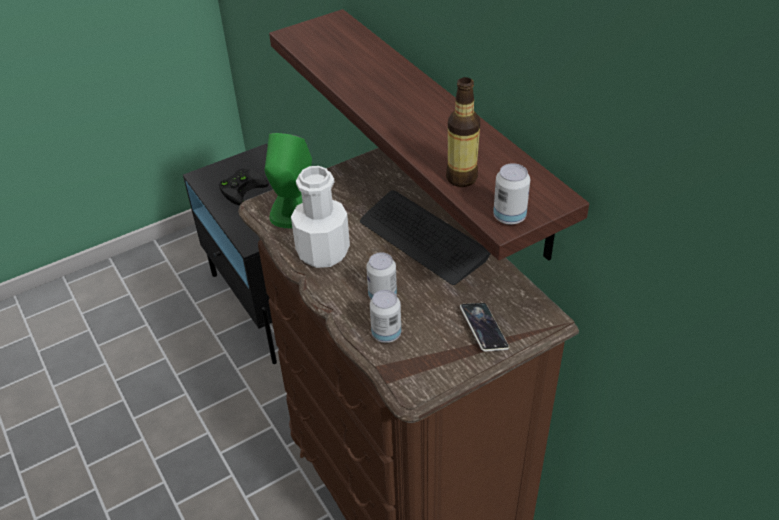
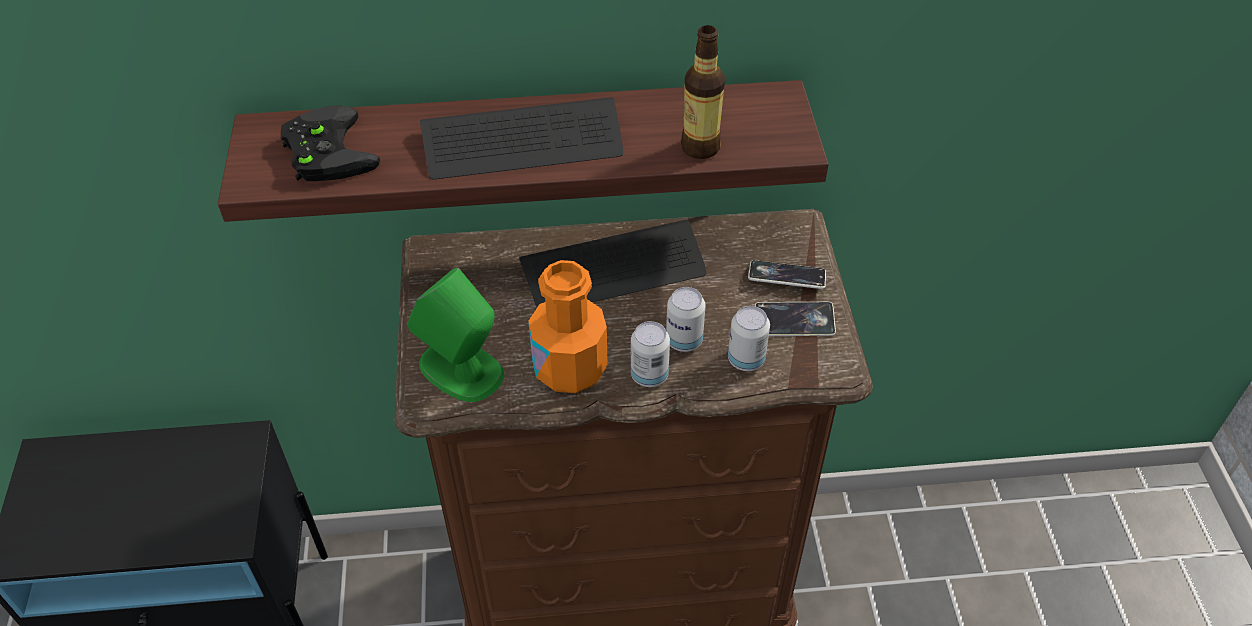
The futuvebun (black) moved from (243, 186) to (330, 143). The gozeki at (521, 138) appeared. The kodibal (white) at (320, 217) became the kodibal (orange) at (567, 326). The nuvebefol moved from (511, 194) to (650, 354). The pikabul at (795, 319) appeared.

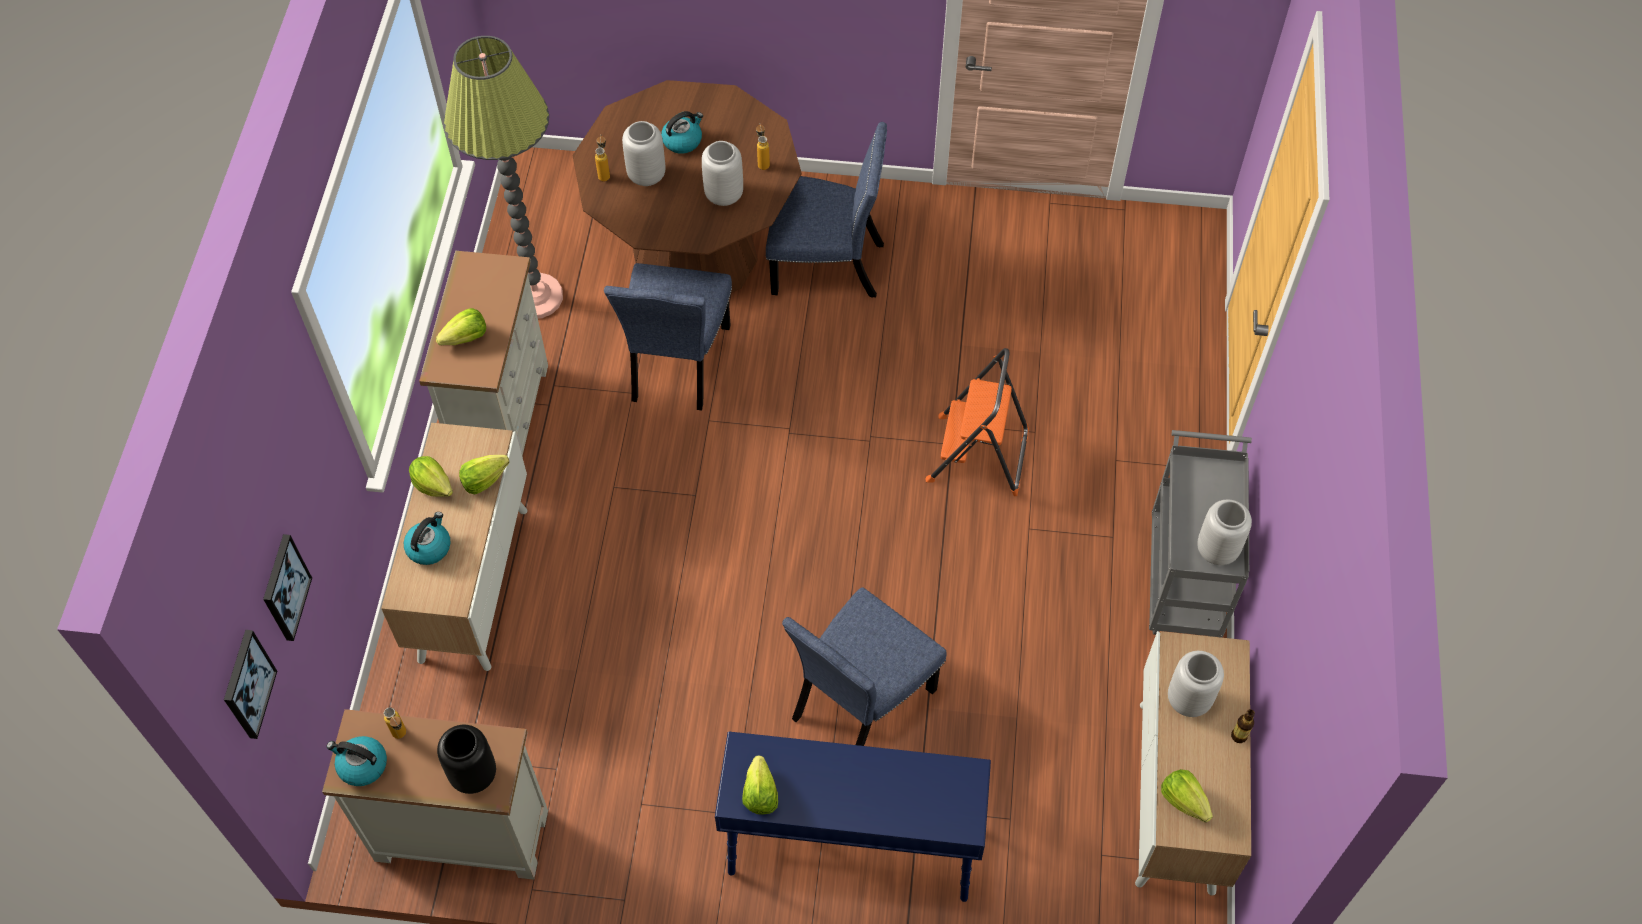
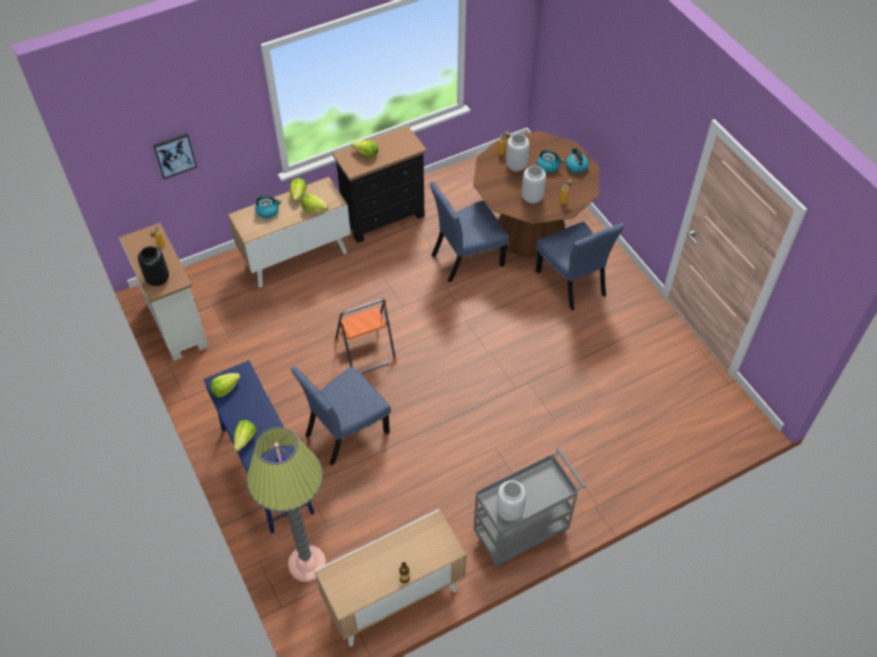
The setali moved from (1187, 795) to (245, 436). The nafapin moved from (503, 177) to (286, 504). The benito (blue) at (864, 666) turned 45 degrees counterclockwise. The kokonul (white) at (483, 353) became the kokonul (black) at (379, 184). The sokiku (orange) moved from (977, 422) to (365, 336). The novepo moved from (356, 761) to (577, 160). The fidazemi at (250, 684) disappeared. The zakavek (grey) at (1196, 684) disappeared.

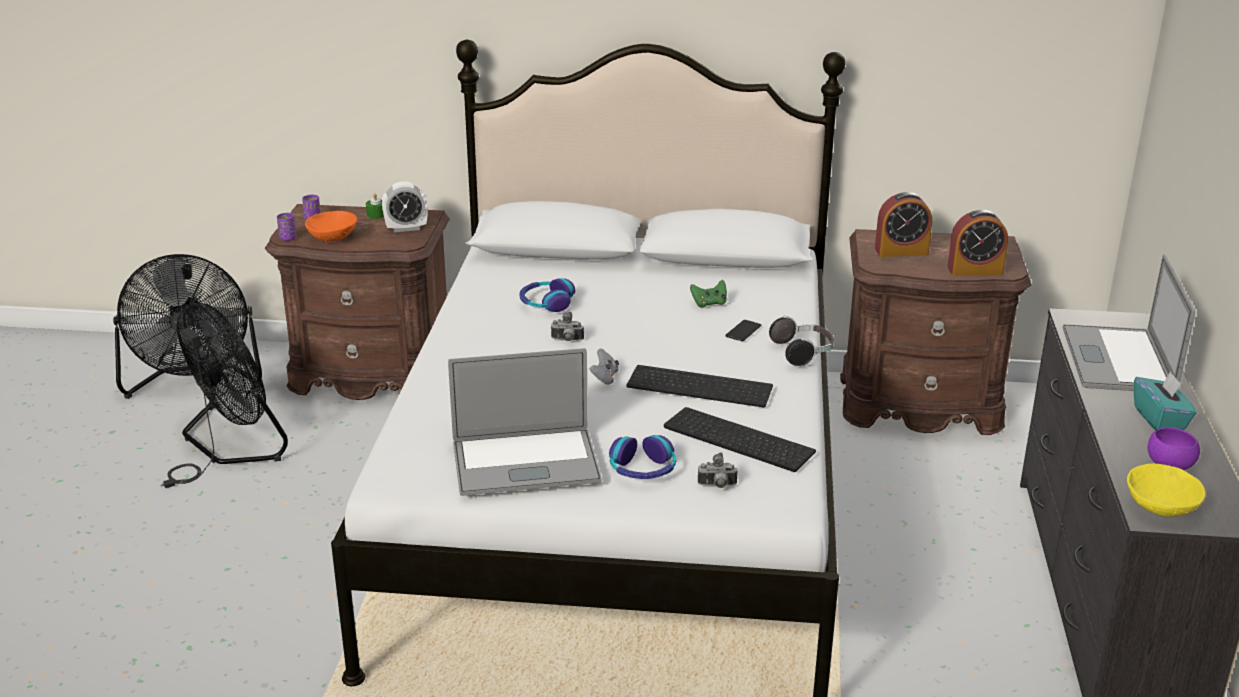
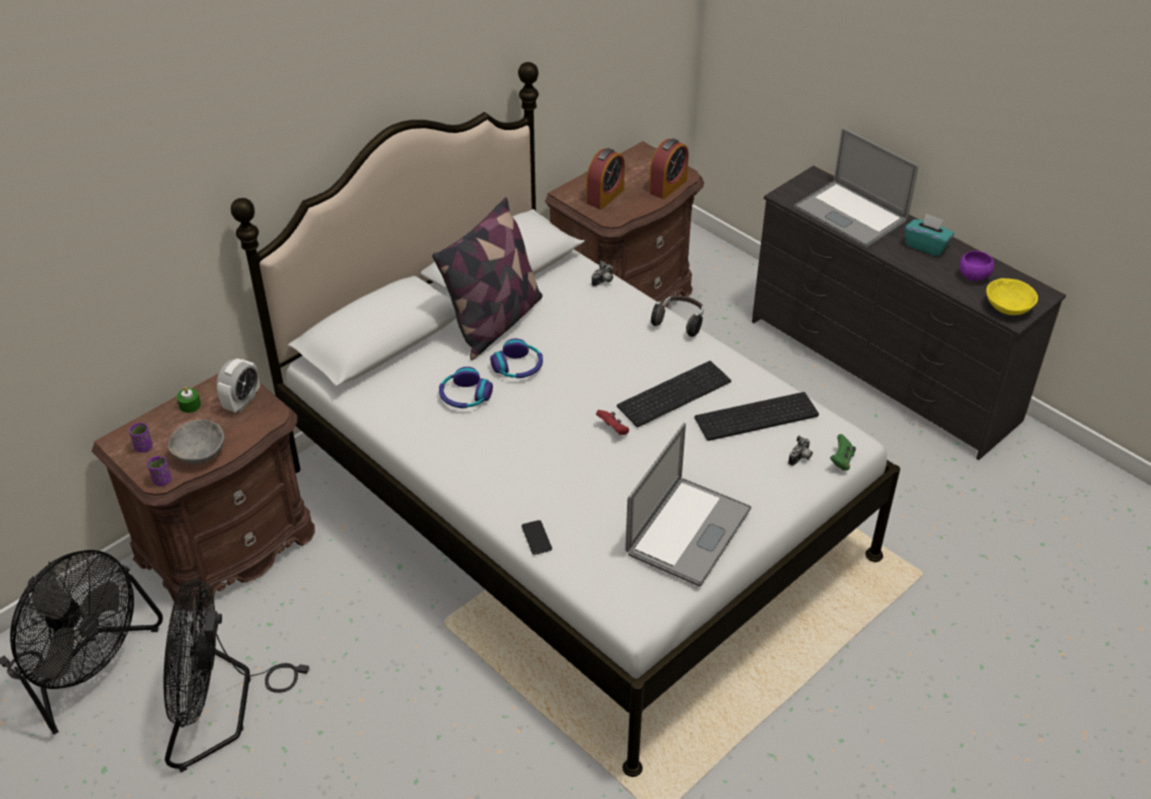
The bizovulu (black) at (224, 395) turned 90 degrees counterclockwise. The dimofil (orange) at (331, 226) became the dimofil (grey) at (196, 441). The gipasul at (487, 278) appeared. The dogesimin moved from (642, 457) to (516, 358). The pikabul moved from (743, 330) to (536, 537). The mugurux moved from (567, 326) to (602, 273). The futuvebun (grey) at (604, 367) became the futuvebun (red) at (612, 422). The futuvebun (green) moved from (708, 294) to (843, 452).

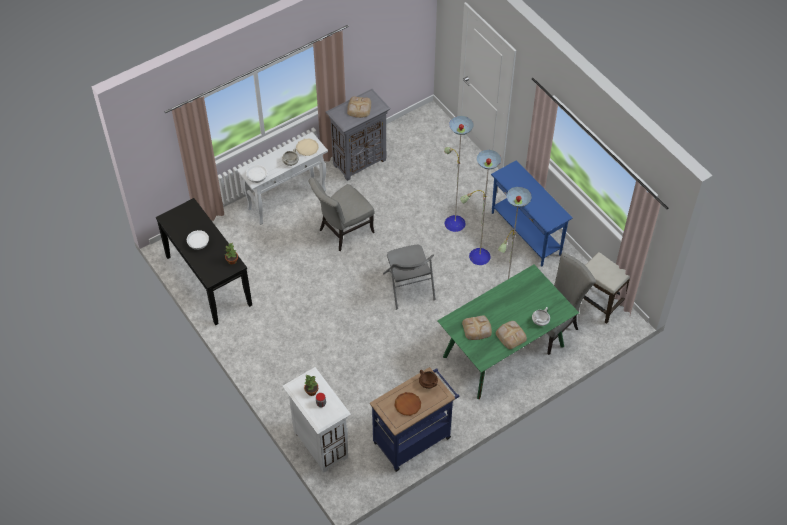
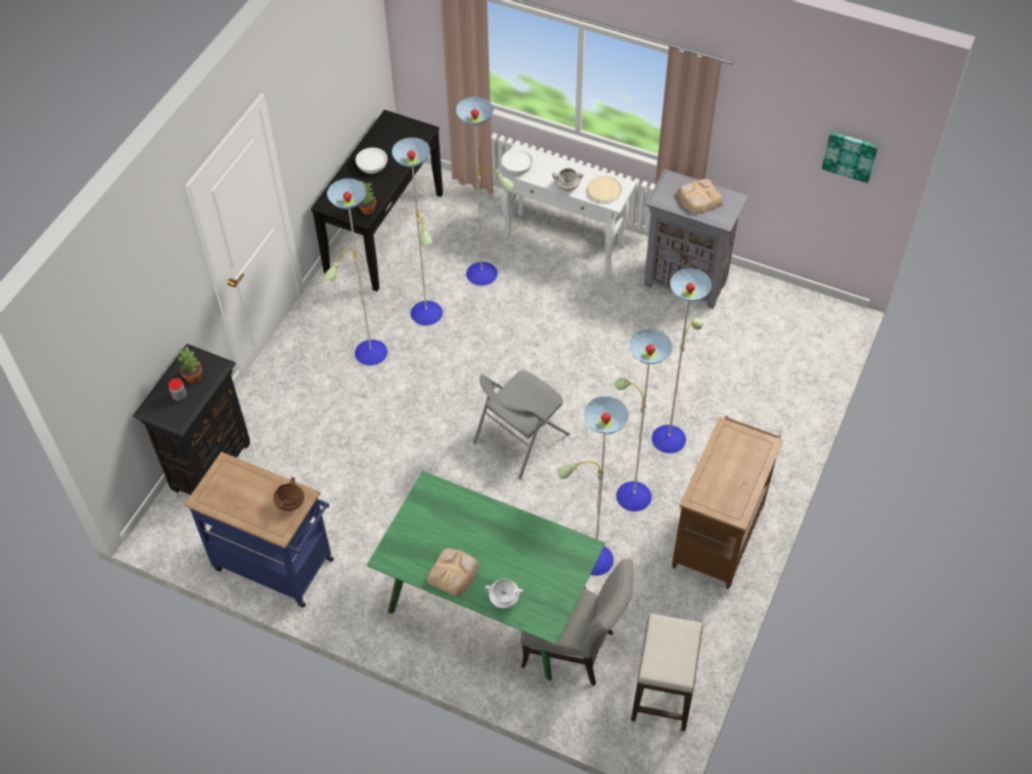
The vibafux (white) at (316, 420) became the vibafux (black) at (191, 419). The nafapin at (419, 231) appeared. The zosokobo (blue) at (532, 213) was replaced by the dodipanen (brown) at (727, 502). The fidazemi at (850, 157) appeared. The benito (grey) at (341, 214) disappeared. The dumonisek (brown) at (408, 404) disappeared. The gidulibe at (477, 327) disappeared.

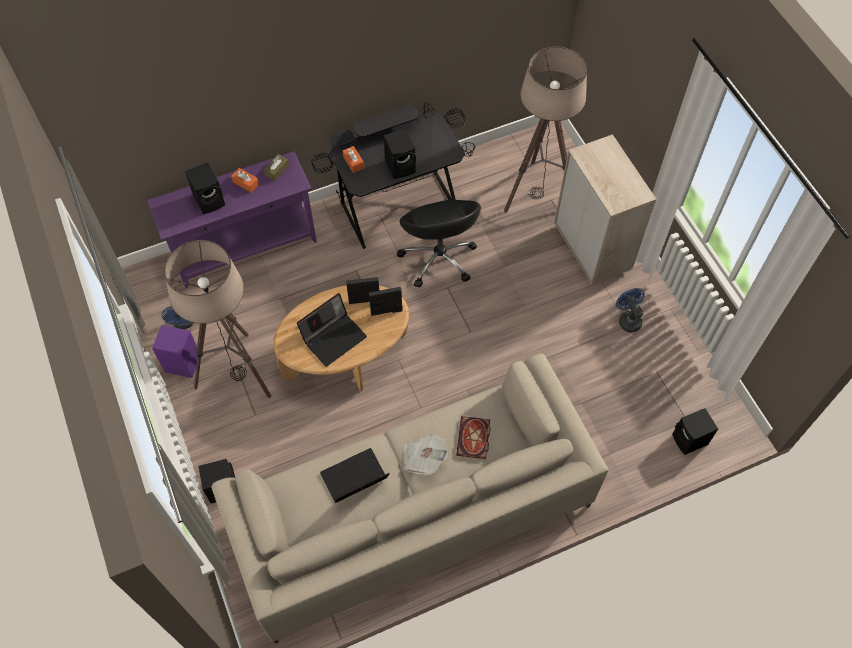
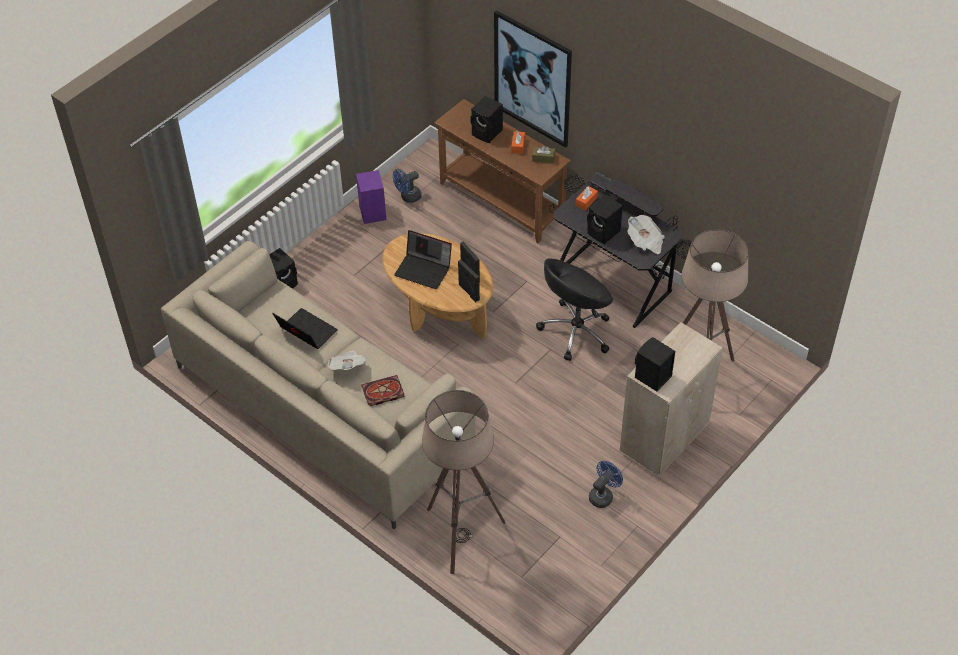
The nafapin moved from (217, 319) to (464, 482). The zosokobo (purple) at (232, 219) became the zosokobo (brown) at (502, 171). The fidazemi at (533, 79) appeared. The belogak at (646, 234) appeared. The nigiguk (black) moved from (695, 431) to (655, 364).

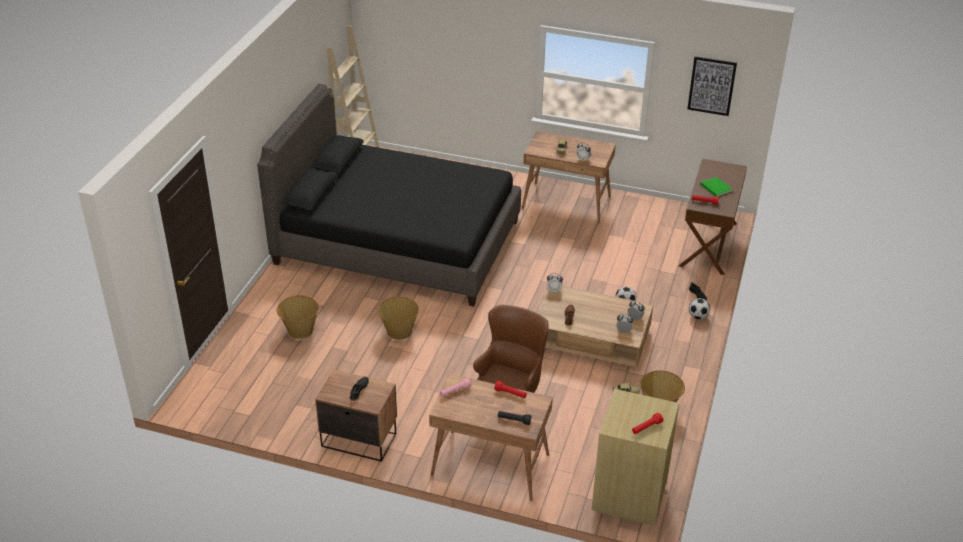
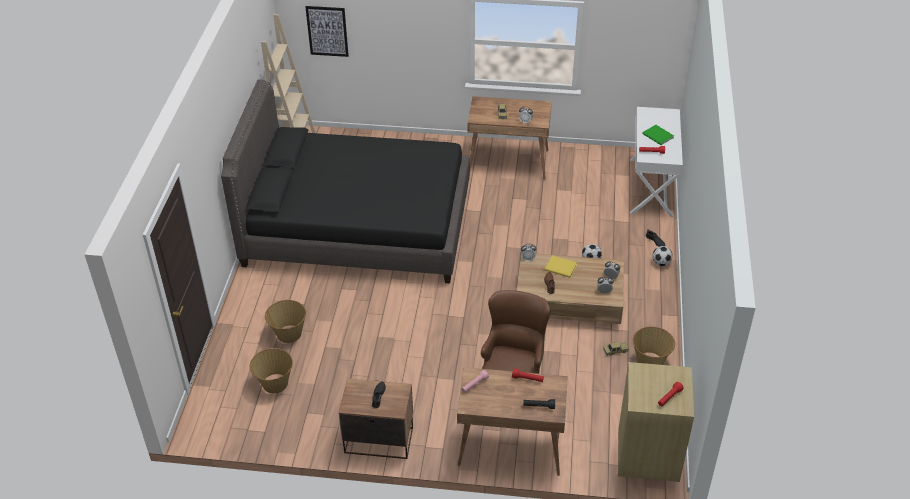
The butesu moved from (398, 318) to (271, 370). The fidazemi moved from (712, 86) to (327, 31). The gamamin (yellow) at (561, 266) appeared. The zosokobo (brown) at (713, 217) became the zosokobo (white) at (656, 162).

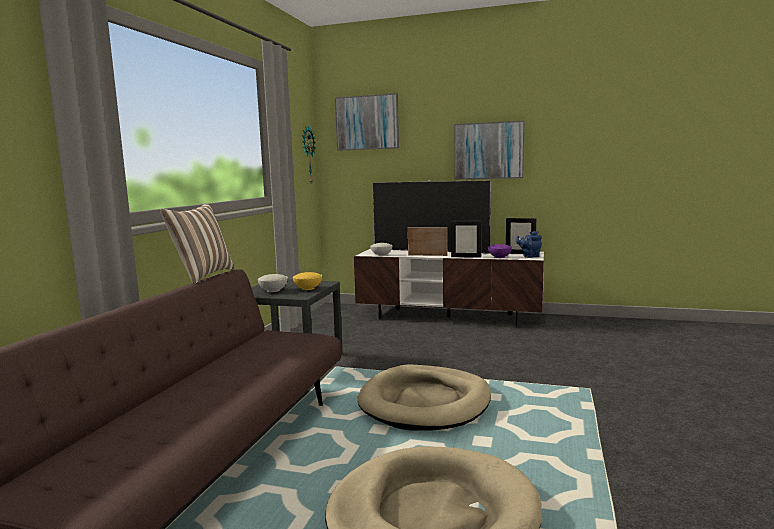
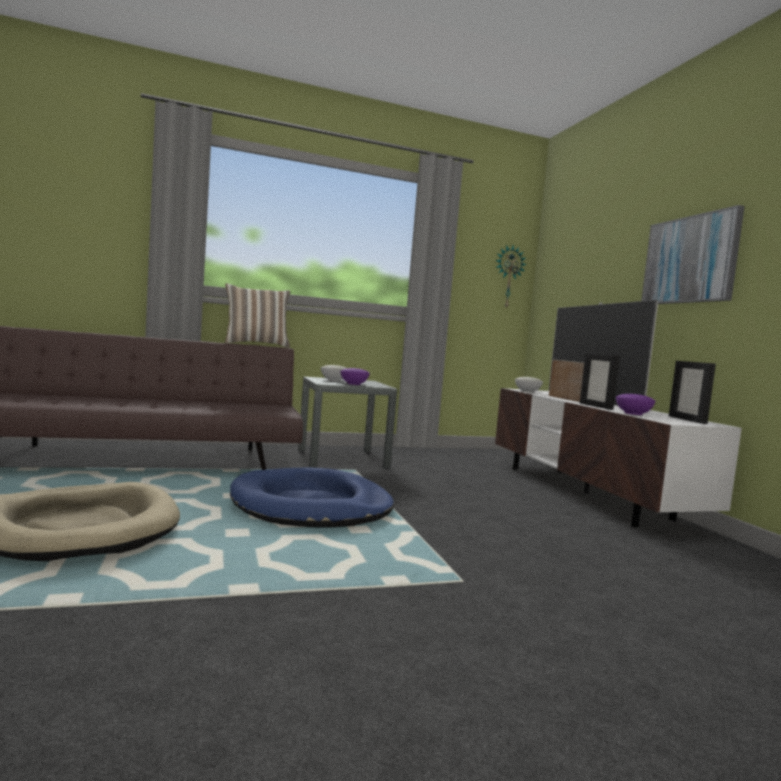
The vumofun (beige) at (424, 397) became the vumofun (blue) at (312, 497). The dimofil (yellow) at (307, 281) became the dimofil (purple) at (355, 376). The fidazemi at (367, 122) disappeared. The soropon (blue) at (529, 244) disappeared.

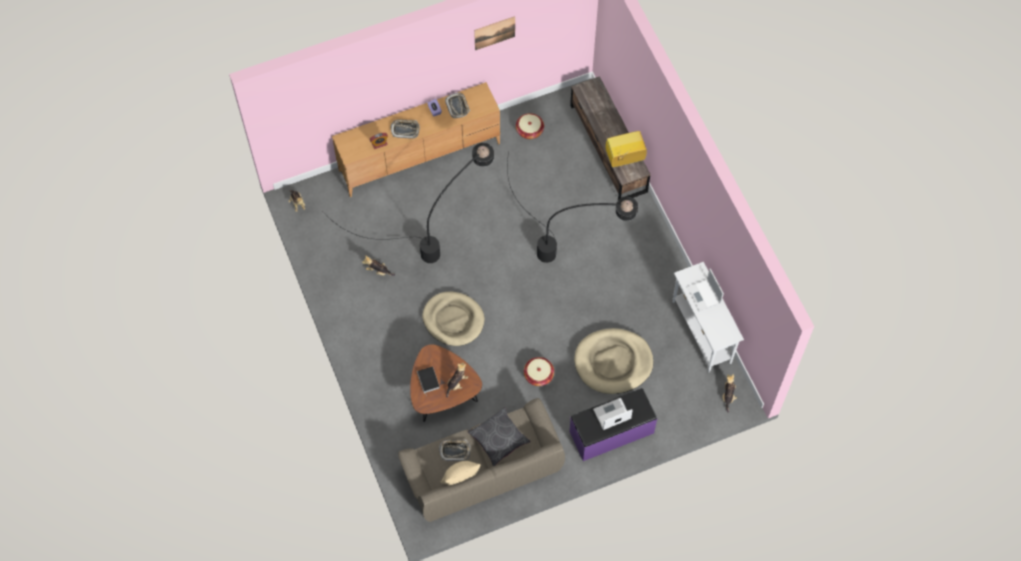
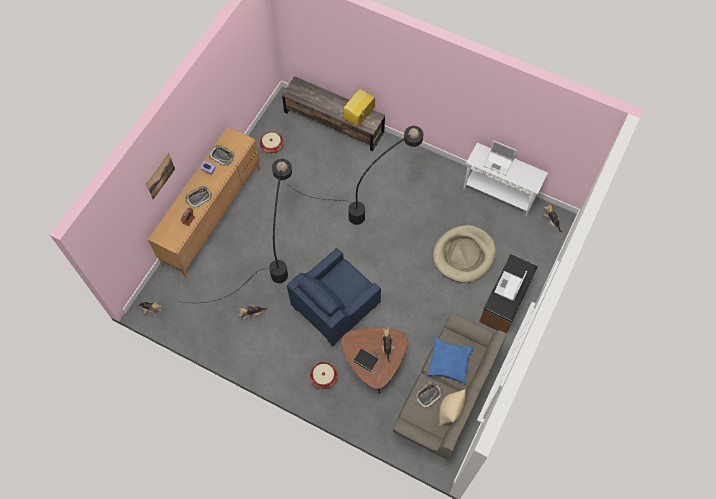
The fidazemi moved from (494, 33) to (160, 176). The vumofun (beige) at (453, 318) was replaced by the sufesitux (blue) at (334, 297). The butesu moved from (539, 371) to (323, 375). The gipasul (grey) at (499, 436) became the gipasul (blue) at (450, 361). The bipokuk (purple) at (613, 424) became the bipokuk (brown) at (508, 293).

